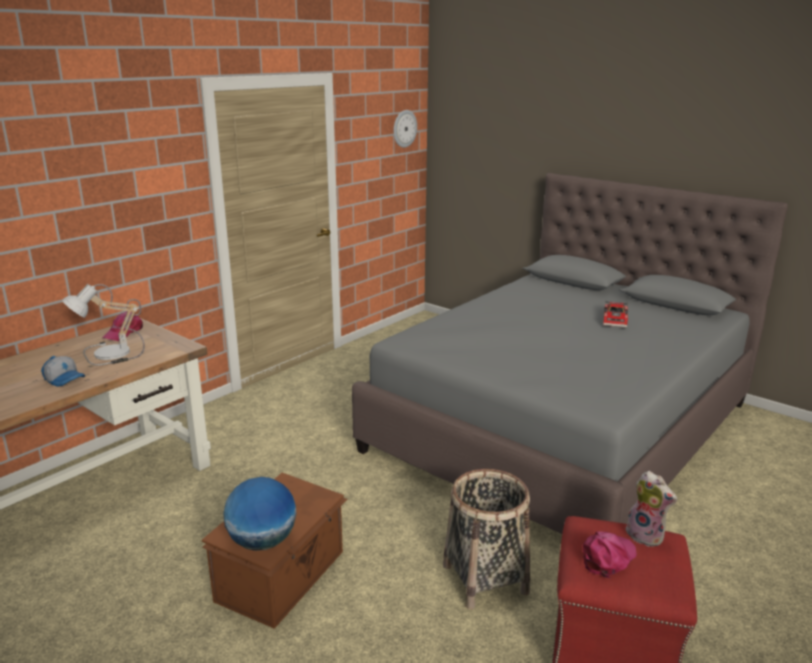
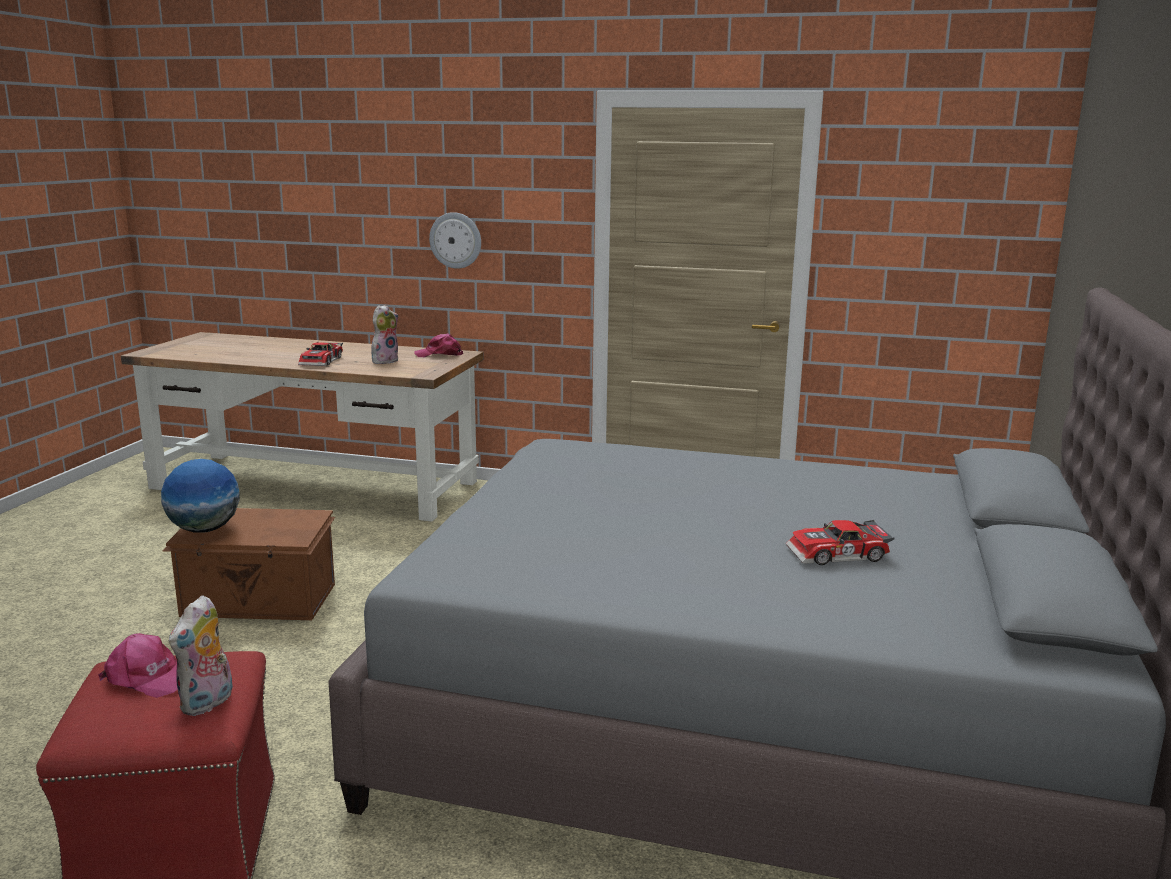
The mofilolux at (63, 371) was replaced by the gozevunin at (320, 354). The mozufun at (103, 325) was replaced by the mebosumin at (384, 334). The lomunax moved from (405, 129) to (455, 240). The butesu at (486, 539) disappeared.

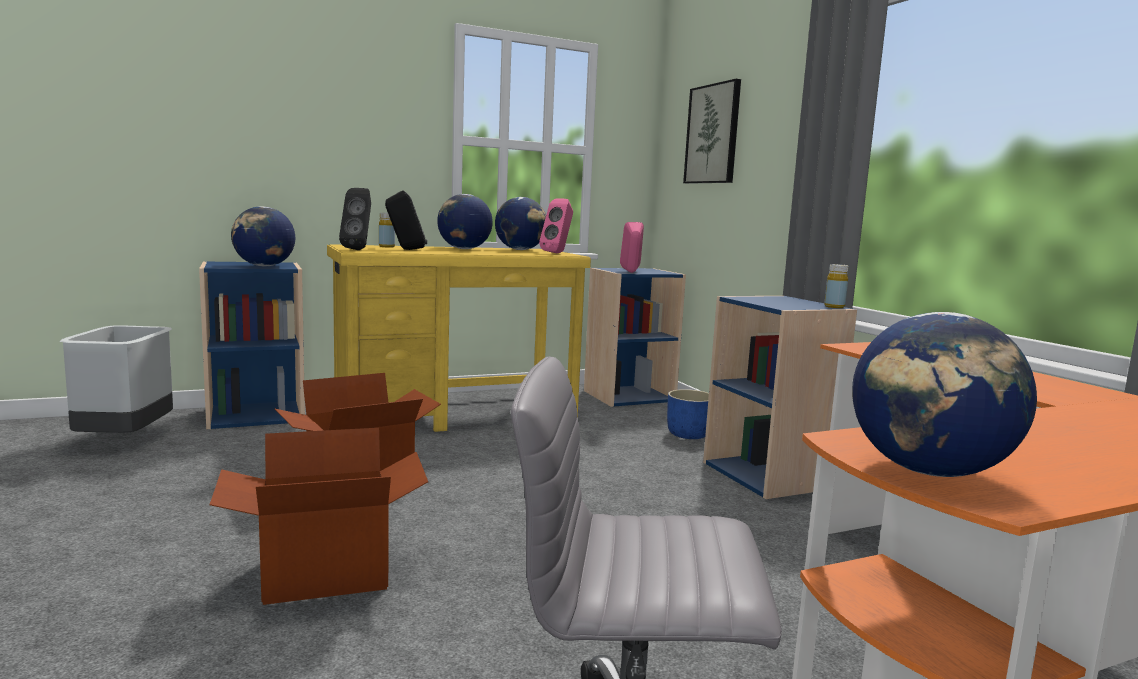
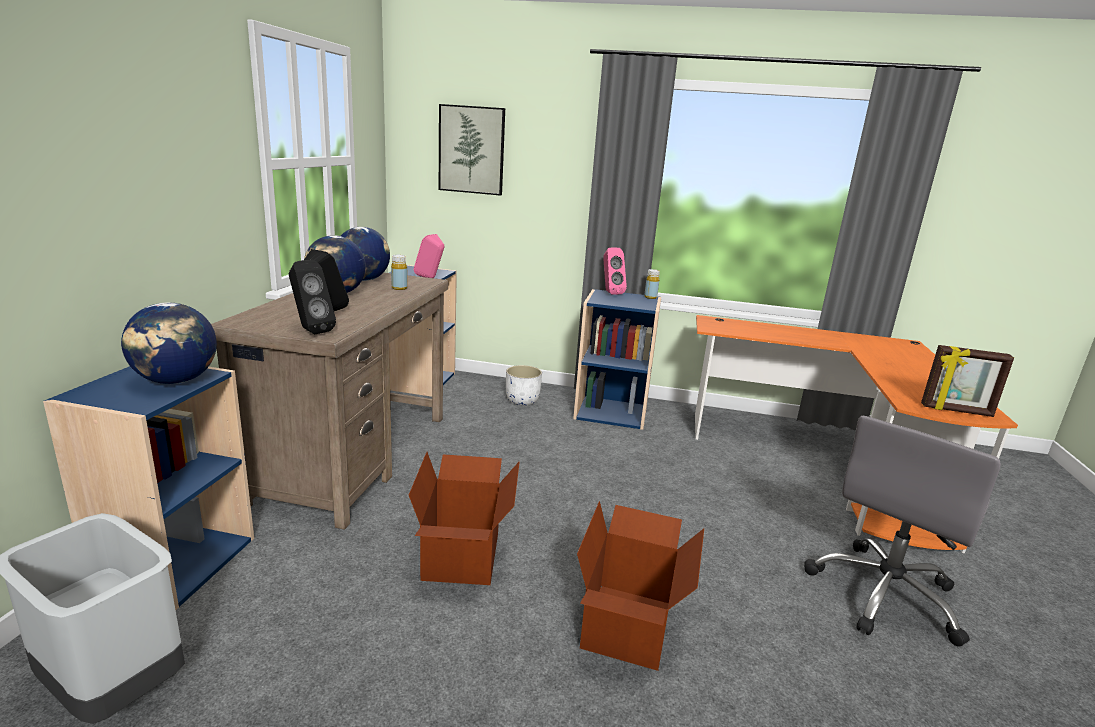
The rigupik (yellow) at (459, 338) became the rigupik (brown) at (329, 401). The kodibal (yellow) moved from (387, 230) to (399, 272). The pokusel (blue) at (688, 414) became the pokusel (white) at (524, 385). The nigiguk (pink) moved from (556, 225) to (615, 271). The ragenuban at (944, 394) was replaced by the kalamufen at (967, 381).

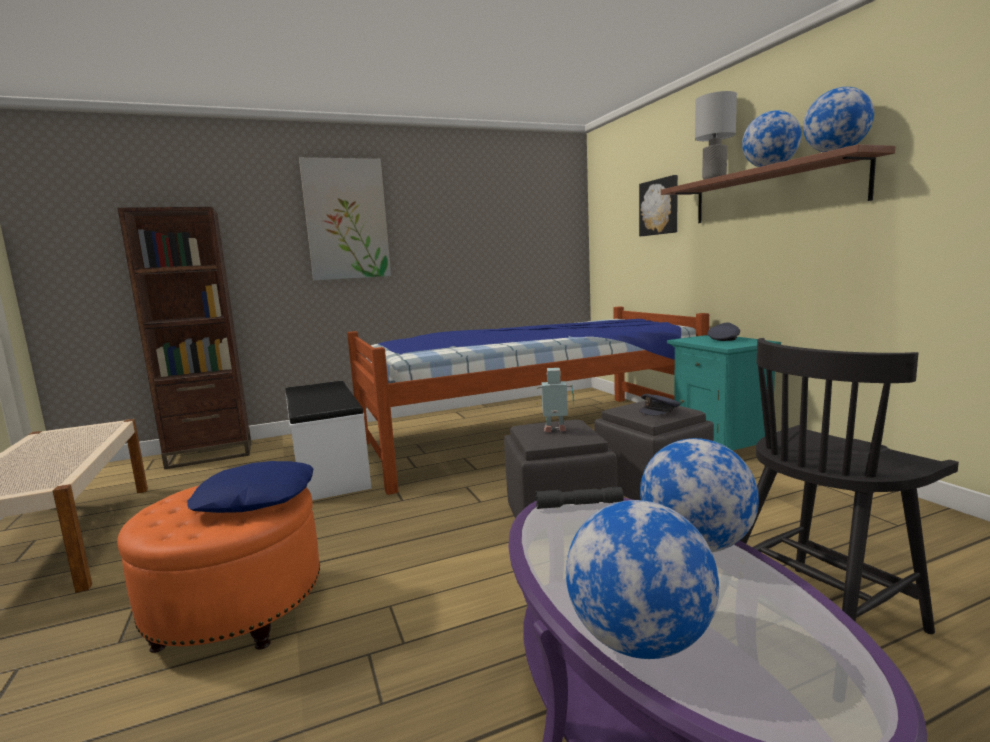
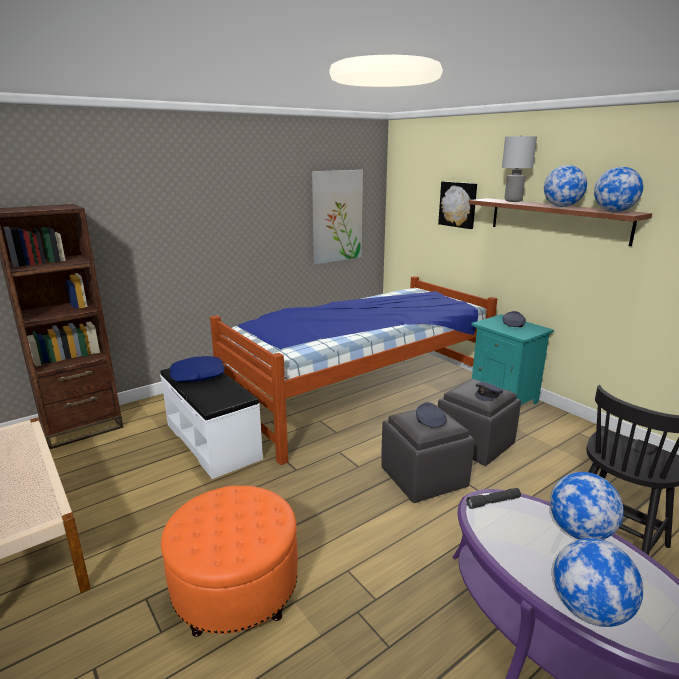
The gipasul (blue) moved from (250, 487) to (197, 369). The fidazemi moved from (345, 219) to (337, 217). The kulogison at (555, 400) was replaced by the mofilolux (grey) at (431, 415).

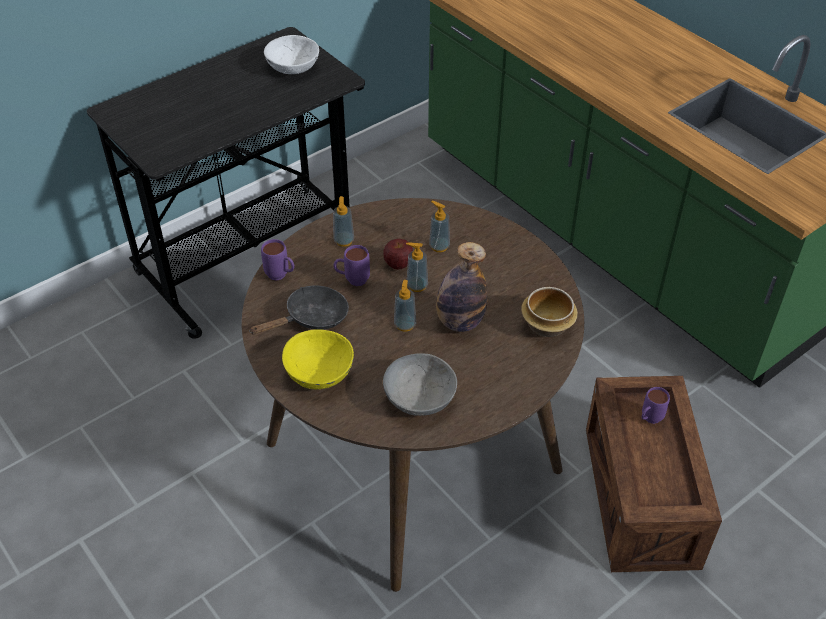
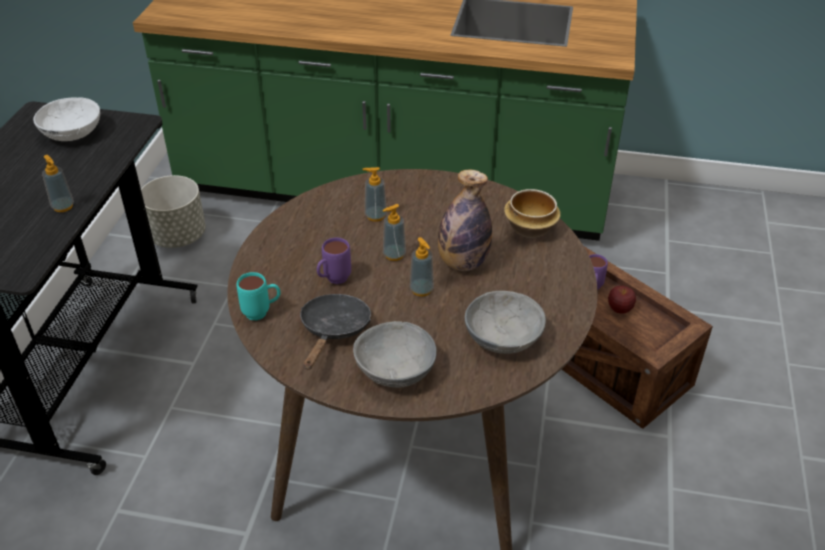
The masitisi moved from (343, 221) to (58, 183). The pokusel (grey) at (173, 211) appeared. The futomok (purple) at (277, 260) became the futomok (turquoise) at (259, 296). The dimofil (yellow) at (318, 359) became the dimofil (grey) at (395, 354). The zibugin moved from (398, 254) to (622, 300).

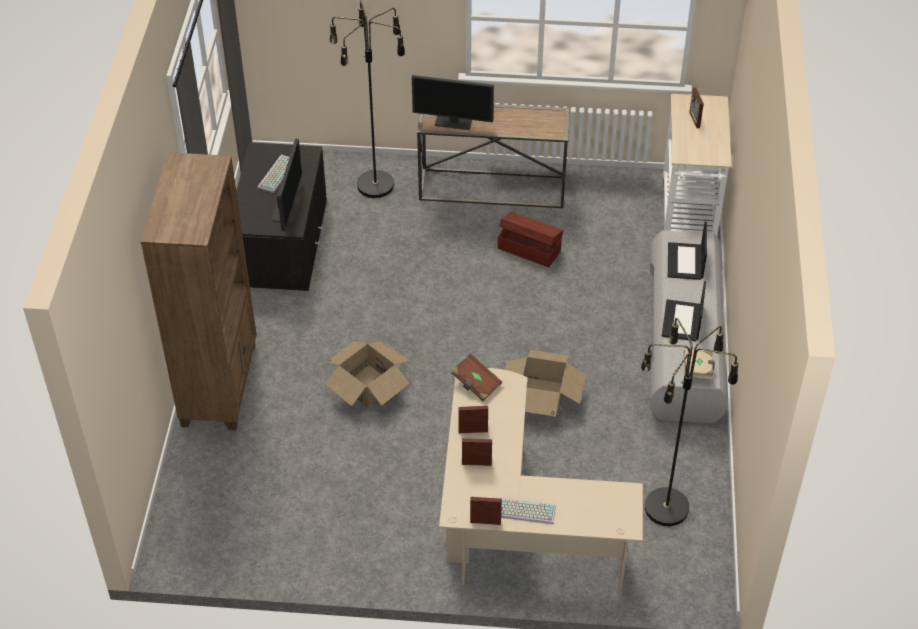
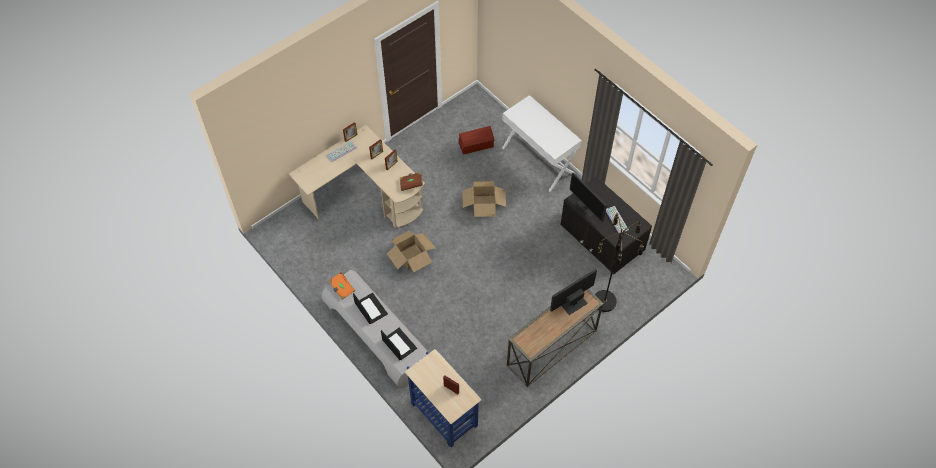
The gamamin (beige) at (699, 364) became the gamamin (orange) at (342, 286). The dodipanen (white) at (697, 165) became the dodipanen (blue) at (443, 398). The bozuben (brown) moved from (530, 239) to (477, 140). The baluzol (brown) at (198, 291) was replaced by the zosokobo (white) at (542, 143). The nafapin at (689, 422) disappeared.

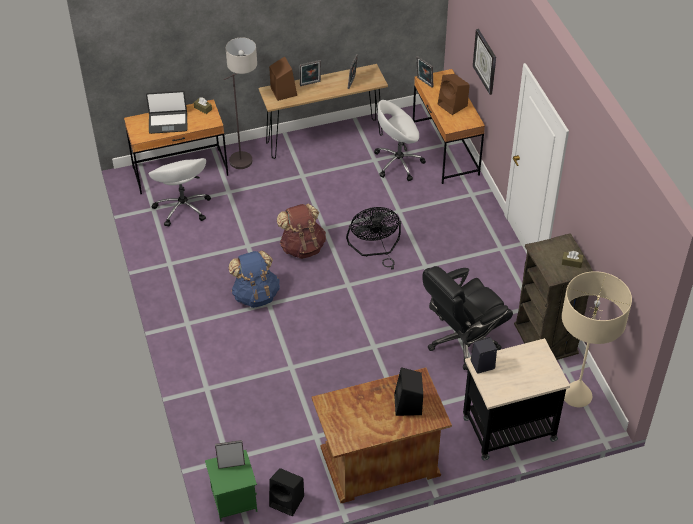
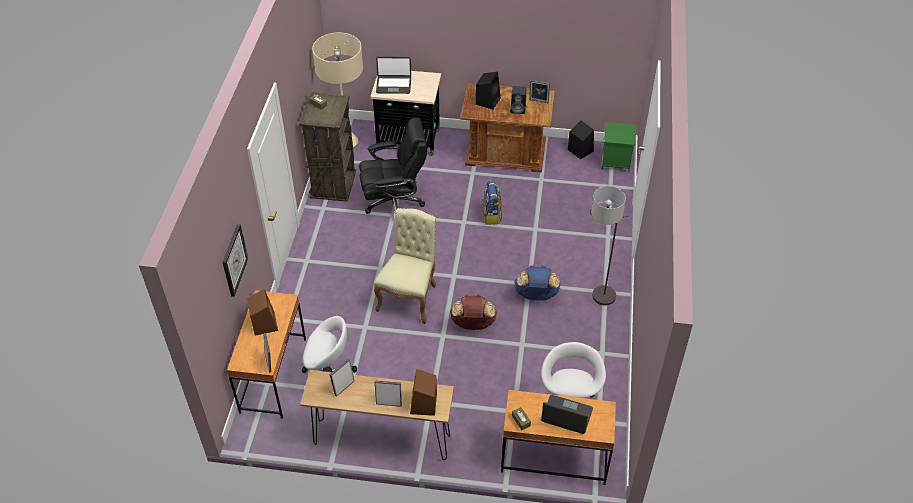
The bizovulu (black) at (373, 238) was replaced by the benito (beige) at (405, 266). The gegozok at (393, 75) appeared. The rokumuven at (492, 203) appeared. The nigiguk (black) moved from (484, 355) to (518, 100). The kalamufen moved from (230, 454) to (539, 91). The nafapin (grey) moved from (240, 103) to (610, 246).

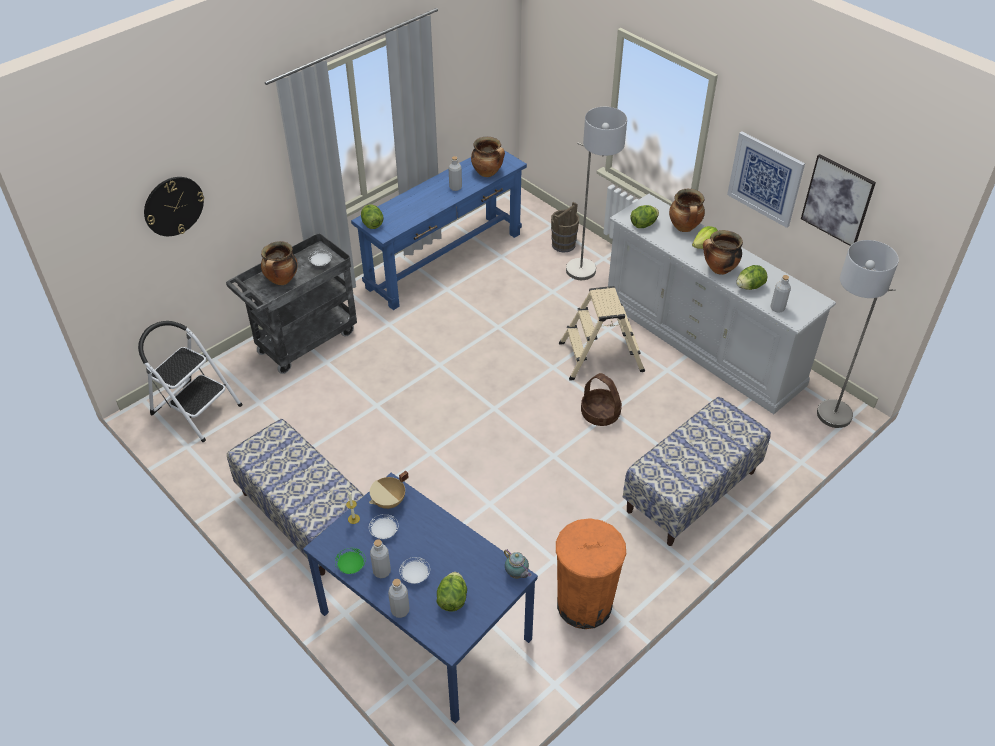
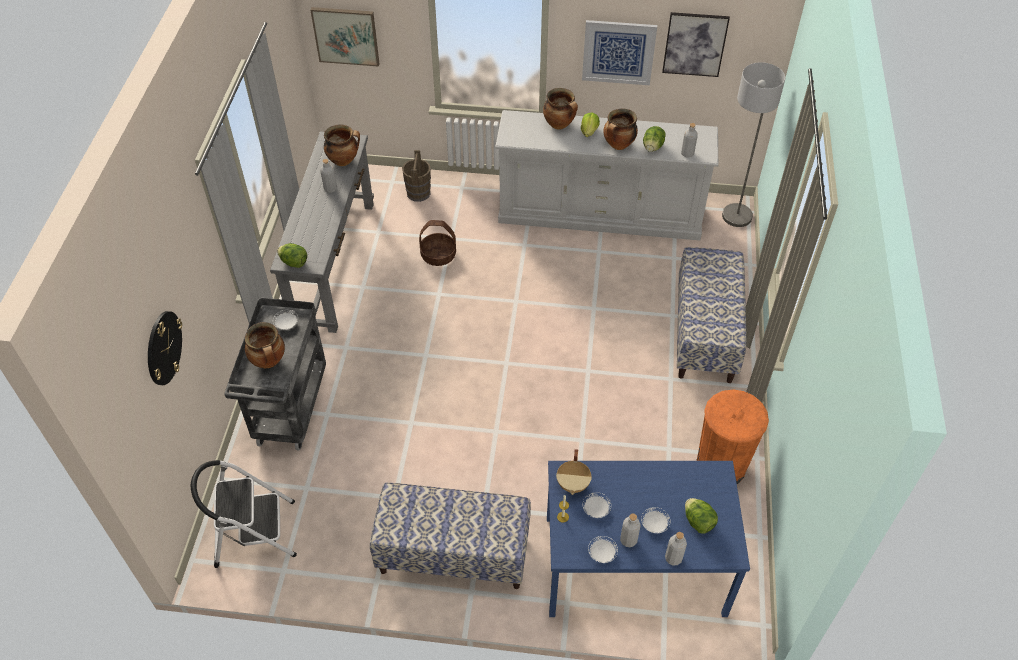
The zosokobo (blue) at (439, 230) became the zosokobo (grey) at (322, 232). The fidazemi at (345, 37) appeared. The butesu moved from (601, 399) to (437, 243). The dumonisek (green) at (350, 561) became the dumonisek (white) at (603, 549). The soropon at (518, 564) disappeared. The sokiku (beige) at (602, 333) disappeared. The nafapin (grey) at (596, 193) disappeared. The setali at (644, 216) disappeared.

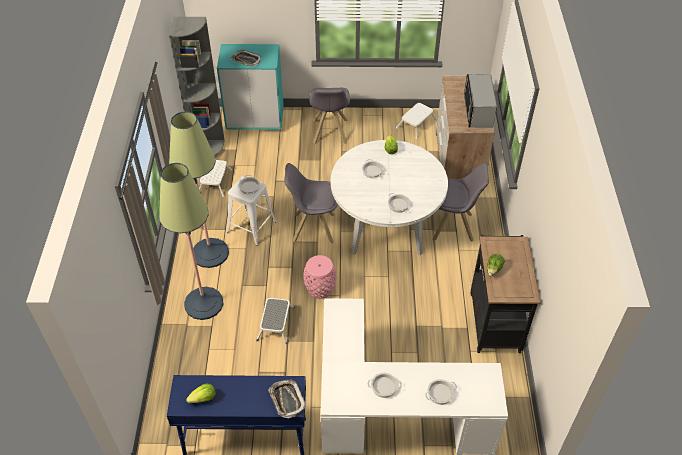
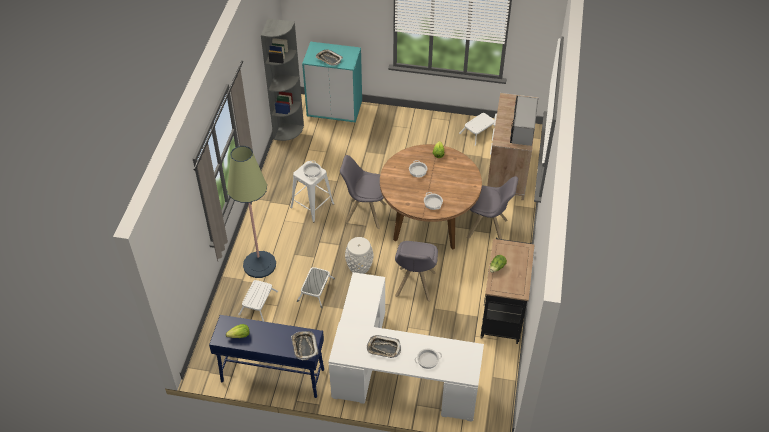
The sokiku (white) moved from (216, 178) to (258, 300). The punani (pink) at (319, 277) became the punani (white) at (359, 255). The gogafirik at (384, 385) was replaced by the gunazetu at (384, 346). The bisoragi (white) at (389, 197) became the bisoragi (brown) at (431, 197). The benito (grey) moved from (329, 116) to (416, 271). The nafapin at (199, 189) disappeared.

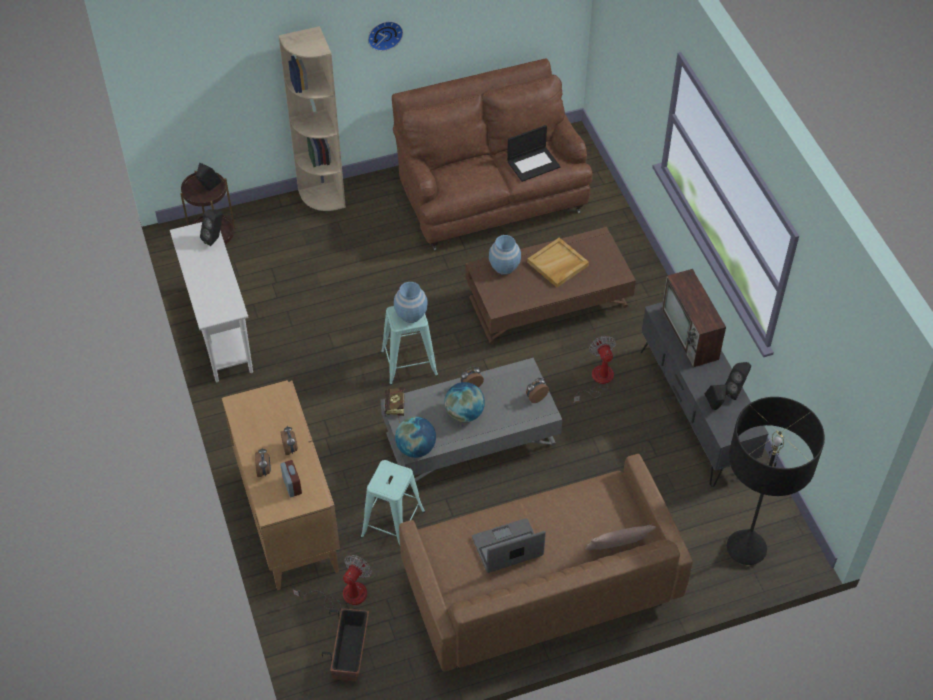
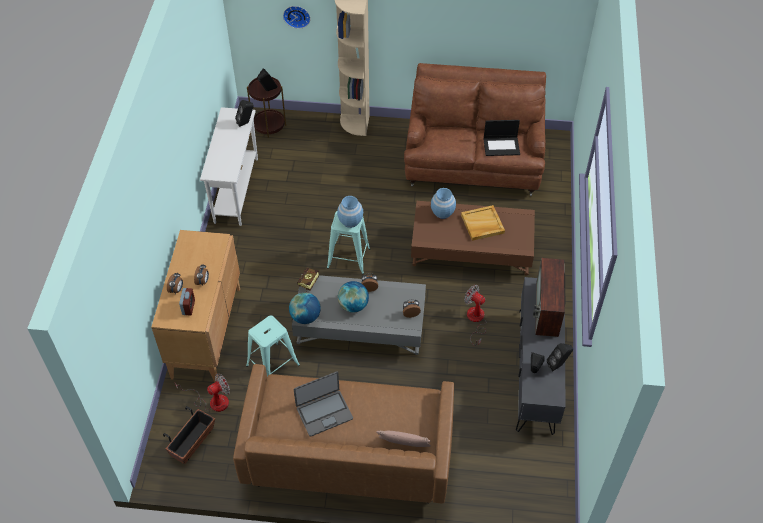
The lomunax moved from (385, 36) to (296, 17). The gegozok at (509, 545) turned 150 degrees clockwise. The bizovulu at (595, 370) turned 60 degrees counterclockwise. The nafapin (black) at (776, 481) disappeared.

